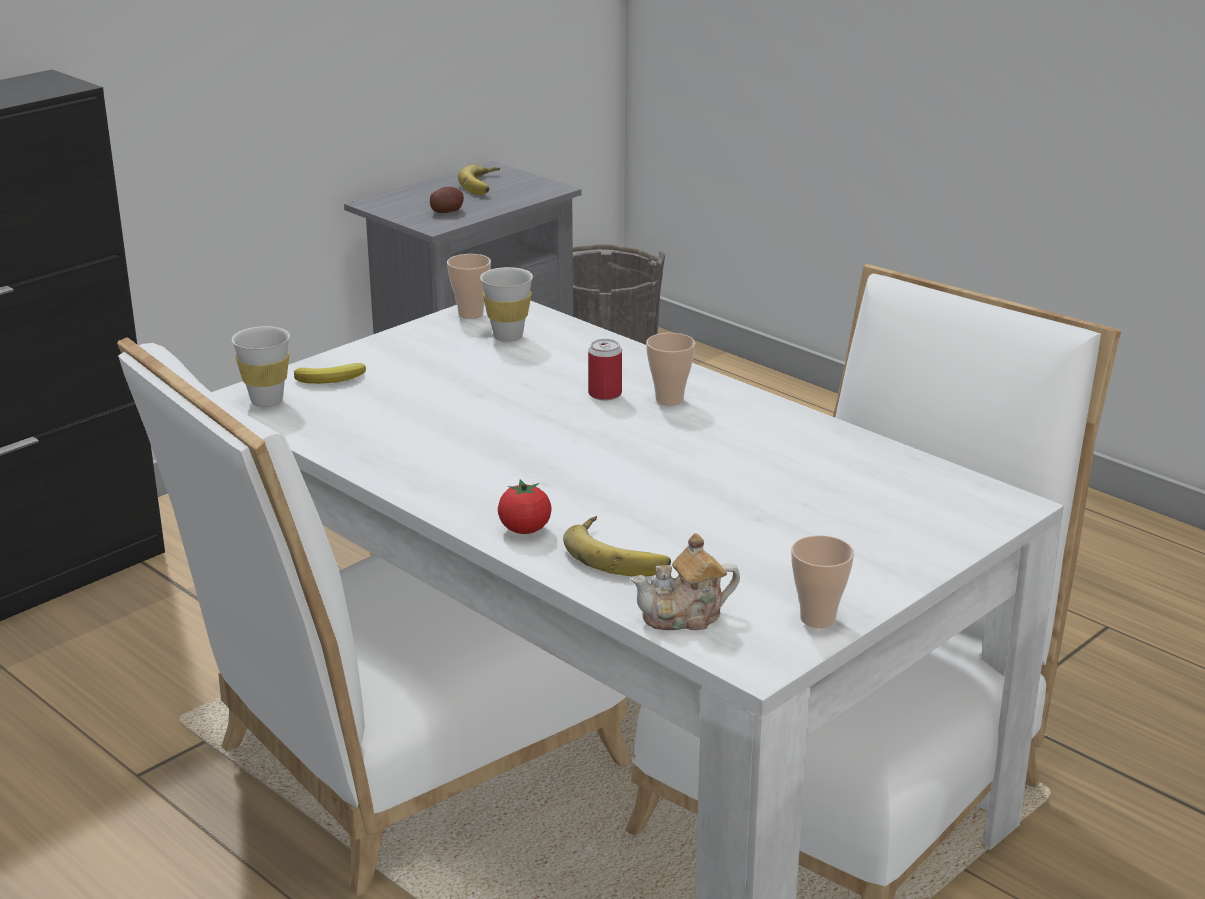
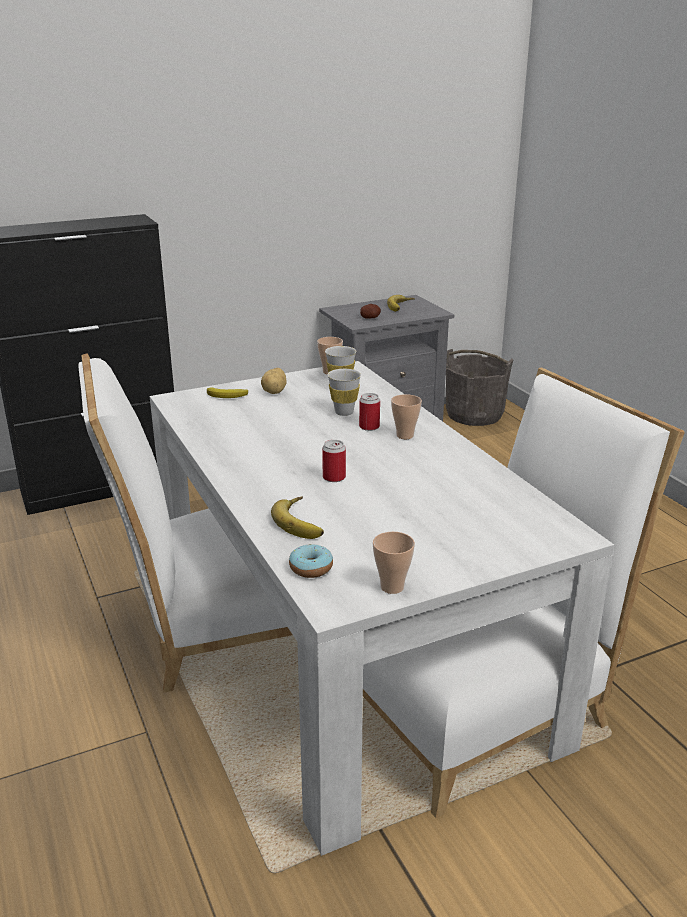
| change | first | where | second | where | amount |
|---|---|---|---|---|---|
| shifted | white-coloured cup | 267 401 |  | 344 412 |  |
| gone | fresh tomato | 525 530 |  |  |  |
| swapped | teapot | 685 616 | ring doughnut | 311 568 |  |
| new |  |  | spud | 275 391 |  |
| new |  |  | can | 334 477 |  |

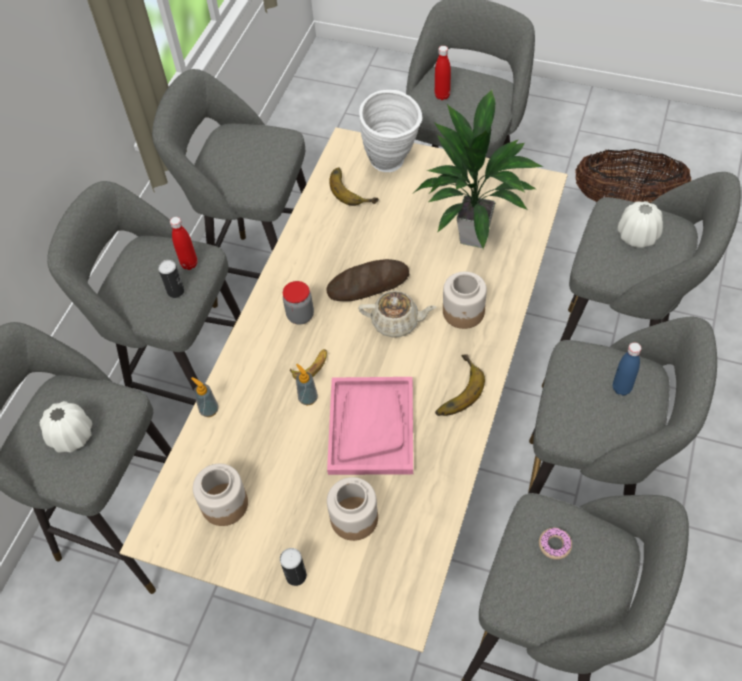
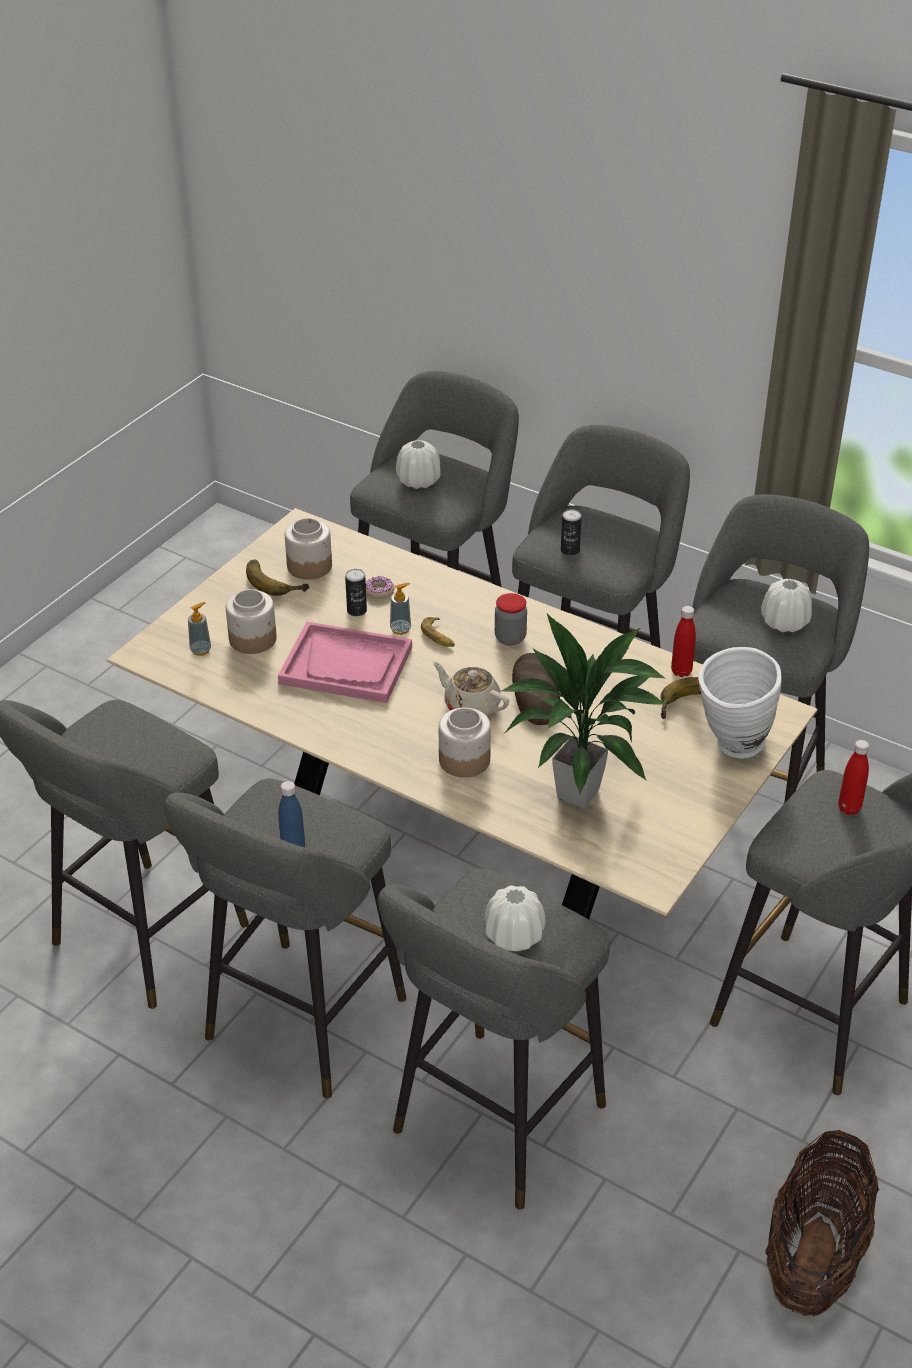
| change | first | where | second | where | amount |
|---|---|---|---|---|---|
| shifted | reddish bottle | 189 264 |  | 681 671 |  |
| rotated | beige teapot | 396 322 |  | 471 705 | 105 degrees clockwise |
| shifted | whole banana | 454 389 |  | 276 580 |  |
| shifted | liquid soap bottle | 209 410 |  | 200 650 |  |
| shifted | ring doughnut | 554 545 |  | 379 591 |  |
| shifted | can | 296 575 |  | 356 610 |  |
| new |  |  | white-coloured decorative vase | 784 623 |  |

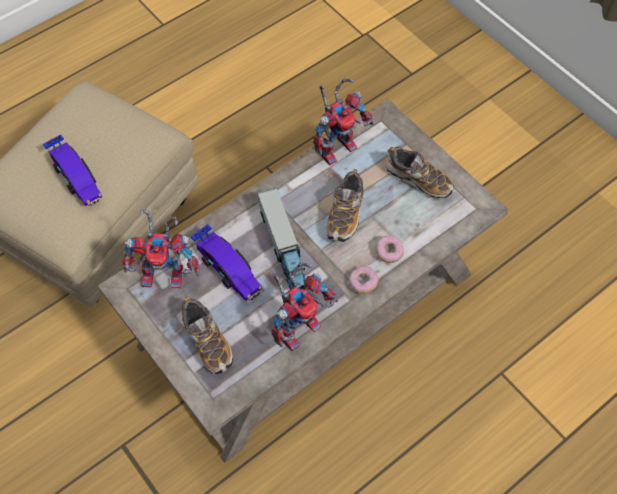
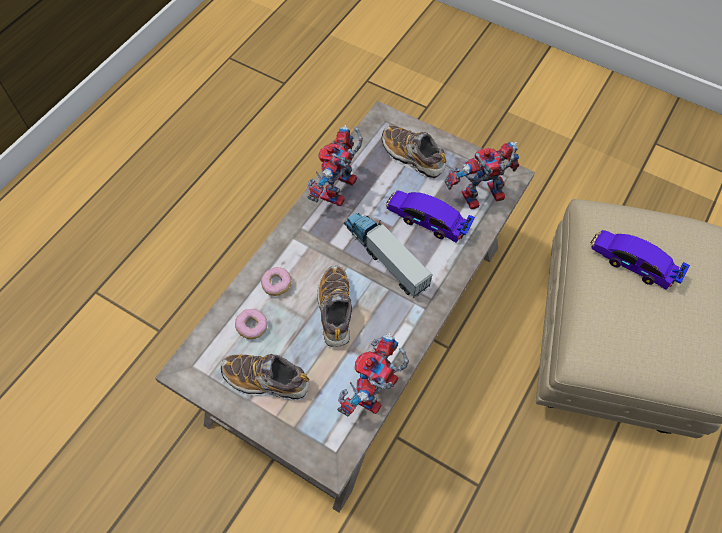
| change | first | where | second | where | amount |
|---|---|---|---|---|---|
| shifted | ring doughnut | 363 283 |  | 252 327 |  |

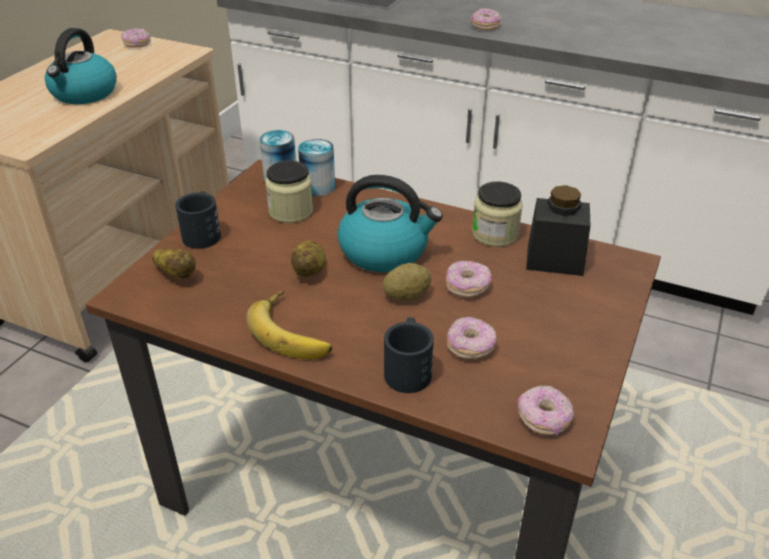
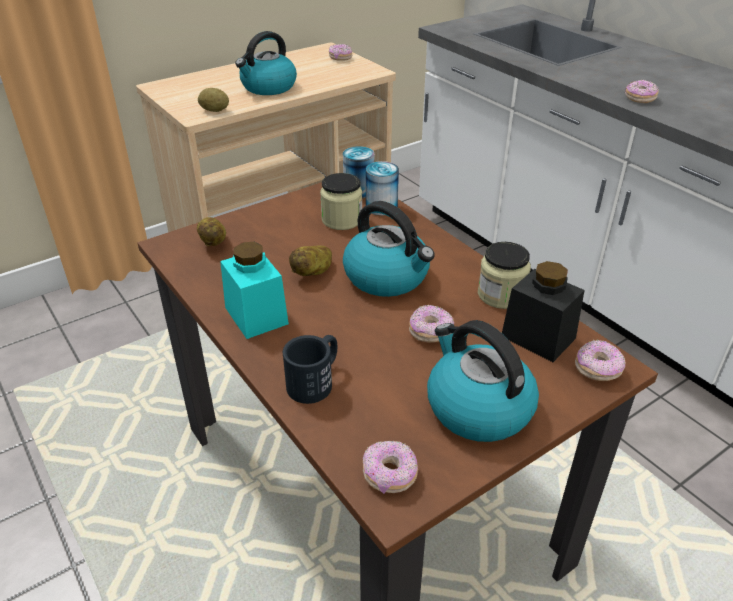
| change | first | where | second | where | amount |
|---|---|---|---|---|---|
| gone | black mug | 203 232 |  |  |  |
| shifted | spud | 406 296 |  | 214 110 |  |
| swapped | whole banana | 294 331 | blue-green preserve jar | 256 315 |  |
| shifted | ring doughnut | 470 347 |  | 598 369 |  |
| new |  |  | tea kettle | 477 407 |  |

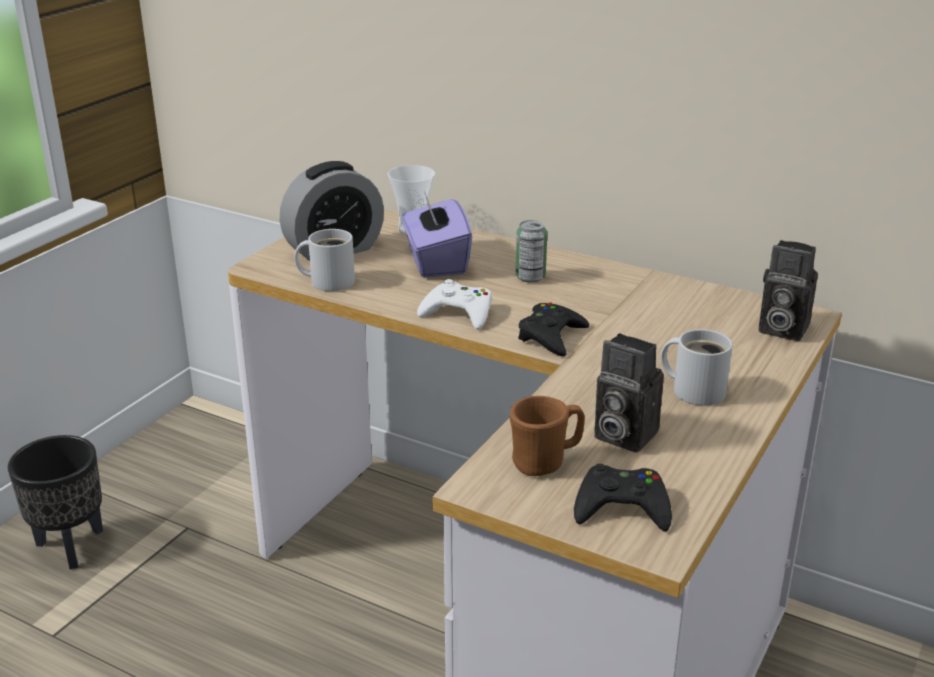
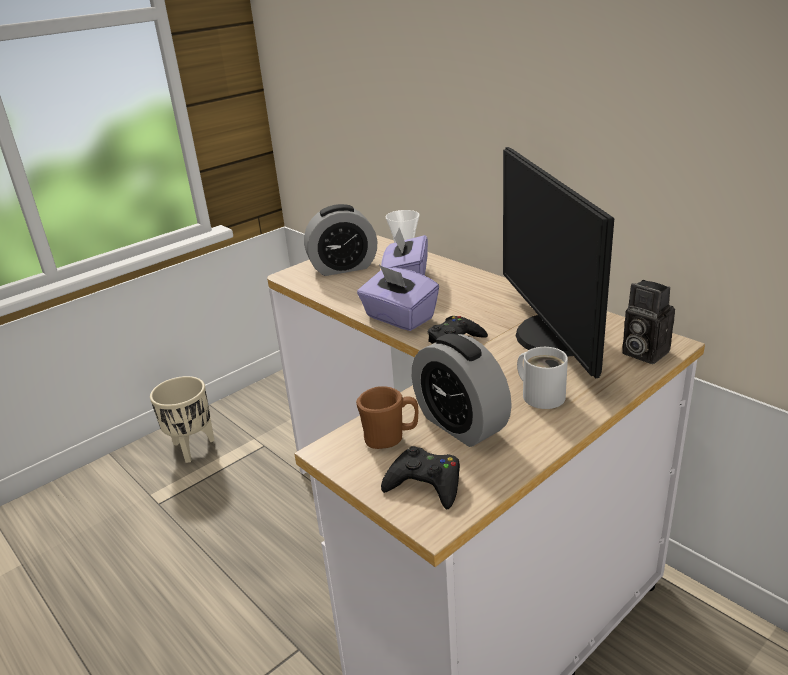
| change | first | where | second | where | amount |
|---|---|---|---|---|---|
| gone | can | 530 277 |  |  |  |
| gone | white-coloured mug | 328 281 |  |  |  |
| swapped | white-coloured joypad | 458 313 | purplish box of tissues | 399 318 |  |
| swapped | still camera | 621 435 | table clock | 460 424 |  |
| repainted | black planter | 72 546 | beige planter | 193 448 |  |
| new |  |  | computer display | 553 336 |  |

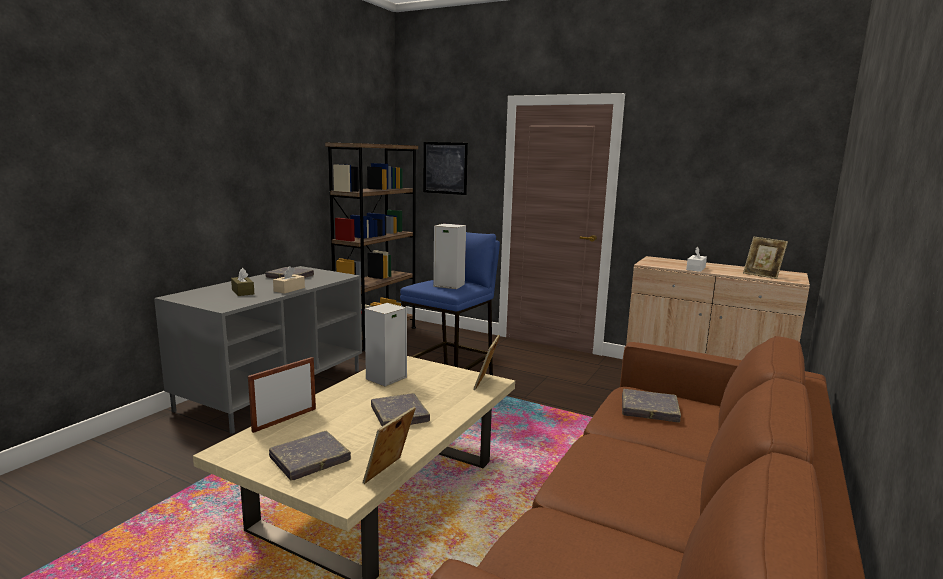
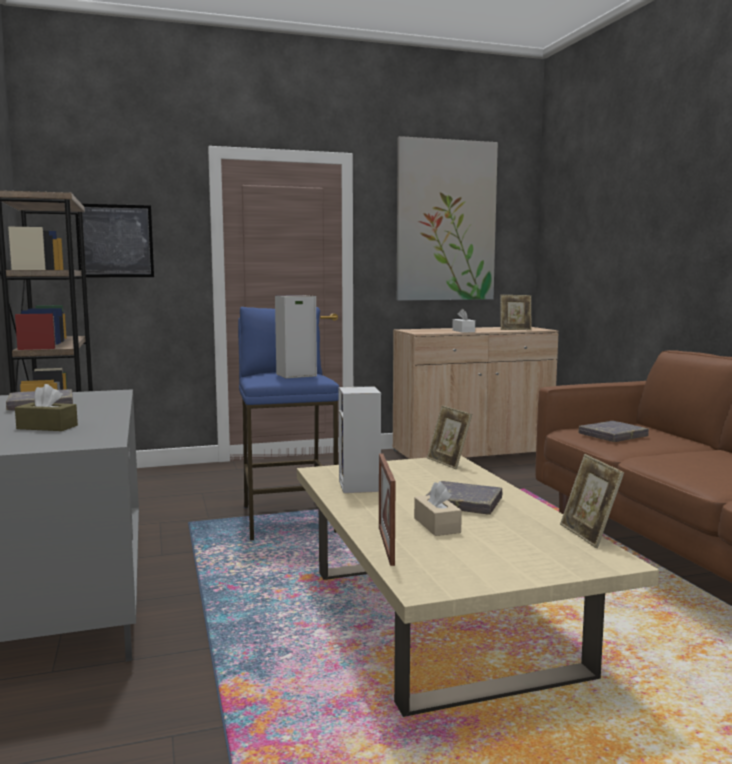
| change | first | where | second | where | amount |
|---|---|---|---|---|---|
| shifted | beige box of tissues | 289 289 |  | 437 525 |  |
| gone | greyish bound book | 310 459 |  |  |  |
| new |  |  | wall art | 446 221 |  |

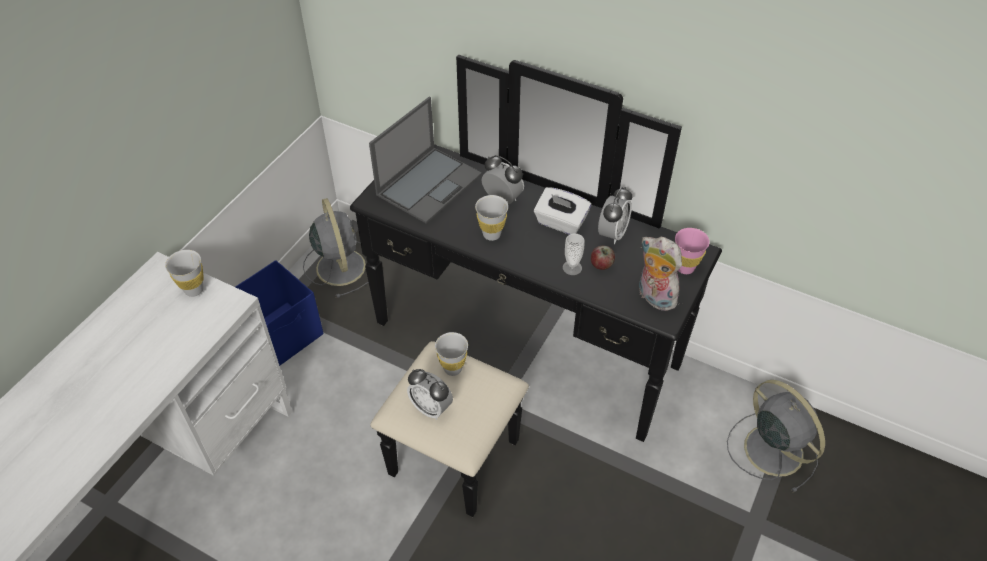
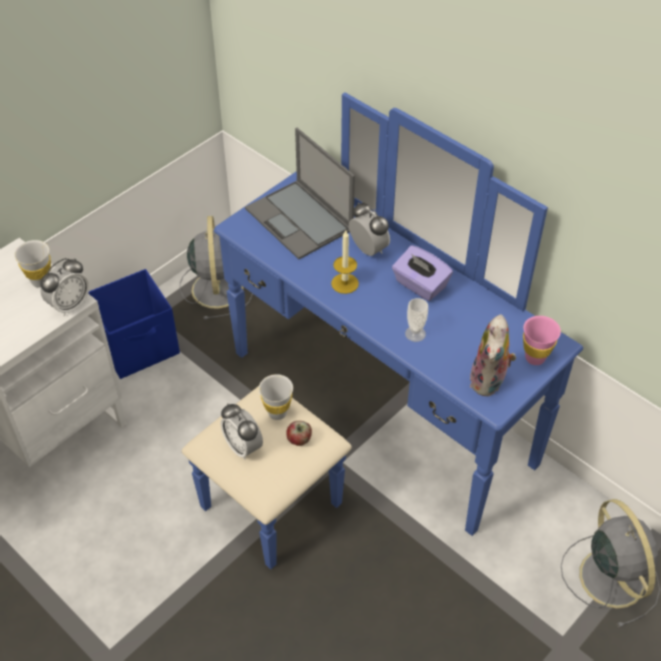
| change | first | where | second | where | amount |
|---|---|---|---|---|---|
| repainted | black chest of drawers | 511 368 | blue-coloured chest of drawers | 358 429 |  |
| rotated | laptop | 429 184 |  | 300 220 | 90 degrees clockwise |
| repainted | white-coloured box of tissues | 560 223 | purplish box of tissues | 420 285 |  |
| shifted | table clock | 612 233 |  | 70 305 |  |
| swapped | white-coloured cup | 491 234 | wax candle | 344 283 |  |
| rotated | soft toy | 653 297 |  | 489 382 | 135 degrees counterclockwise |
| shifted | apple | 601 265 |  | 299 440 |  |

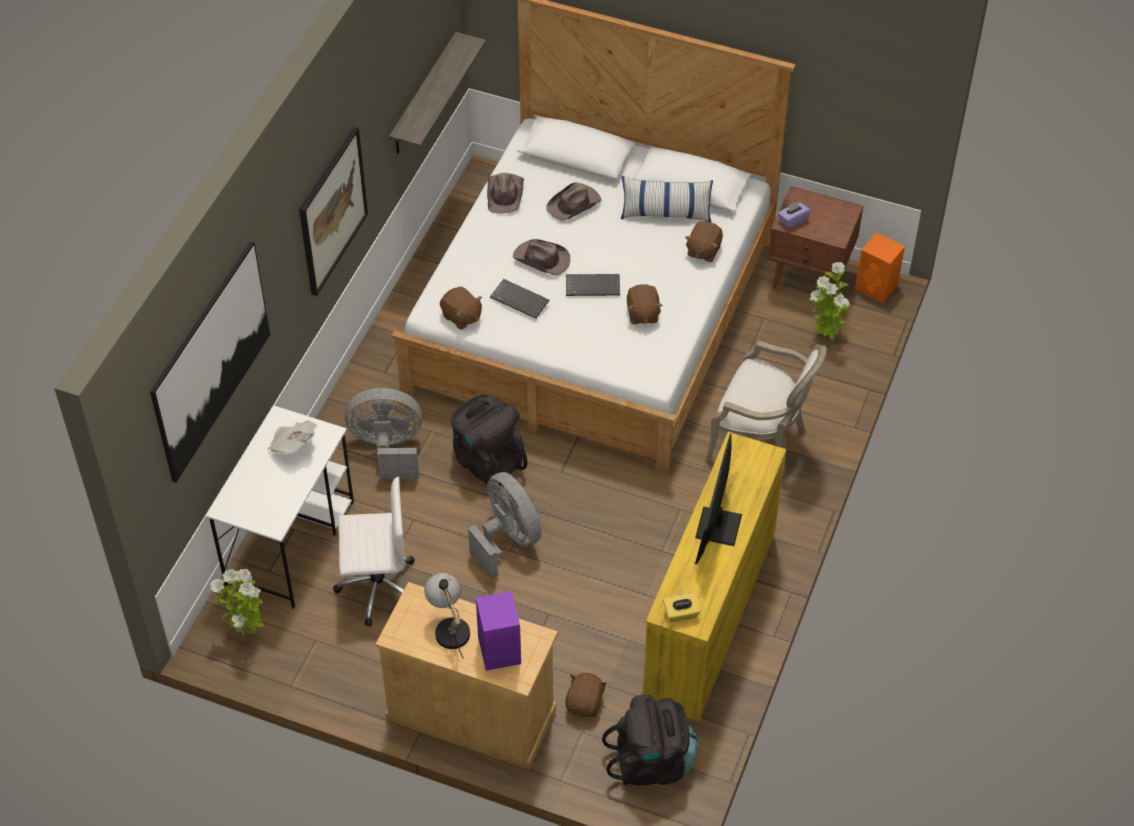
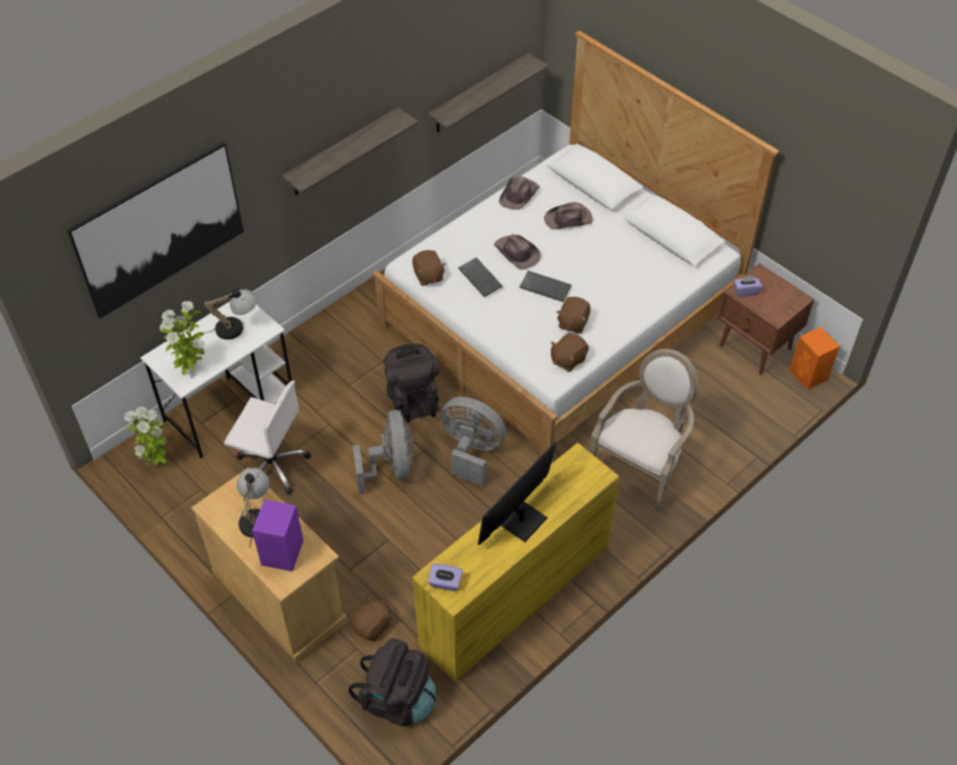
| change | first | where | second | where | amount |
|---|---|---|---|---|---|
| swapped | wall art | 332 211 | wall shelf | 342 152 |  |
| gone | cushion | 666 213 |  |  |  |
| shifted | brown-coloured soft toy | 703 250 |  | 568 359 |  |
| shifted | plant in a pot | 826 335 |  | 191 369 |  |
| rotated | lounge chair | 762 441 |  | 641 466 | 105 degrees counterclockwise |
| shifted | greyish electric fan | 388 448 |  | 471 451 |  |
| swapped | printed paper | 293 445 | table lamp | 237 328 |  |
| repainted | yellowish box of tissues | 681 613 | purplish box of tissues | 445 583 |  |

